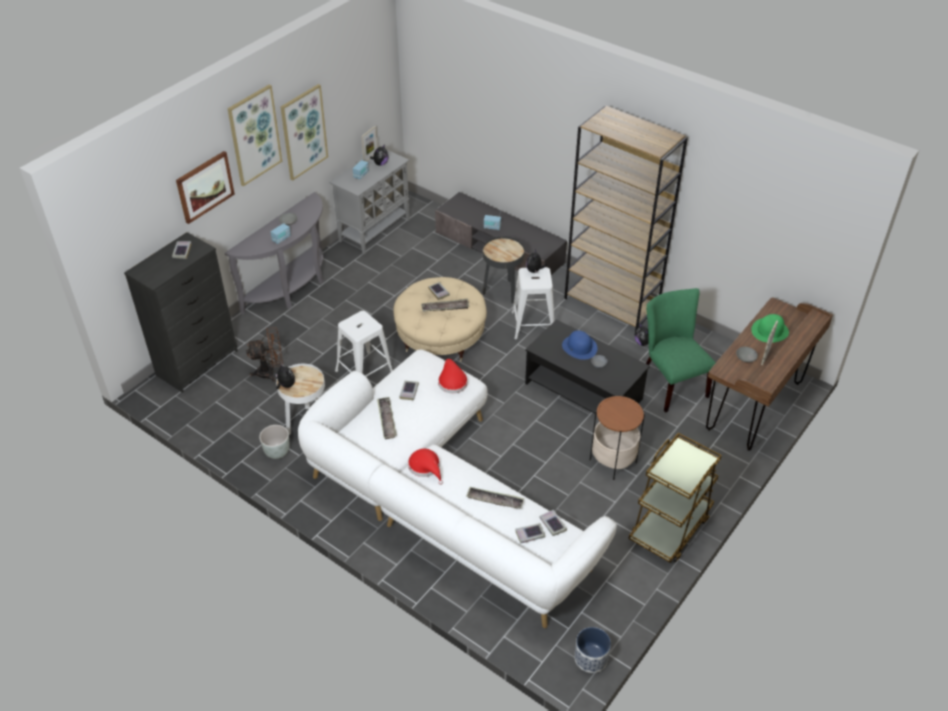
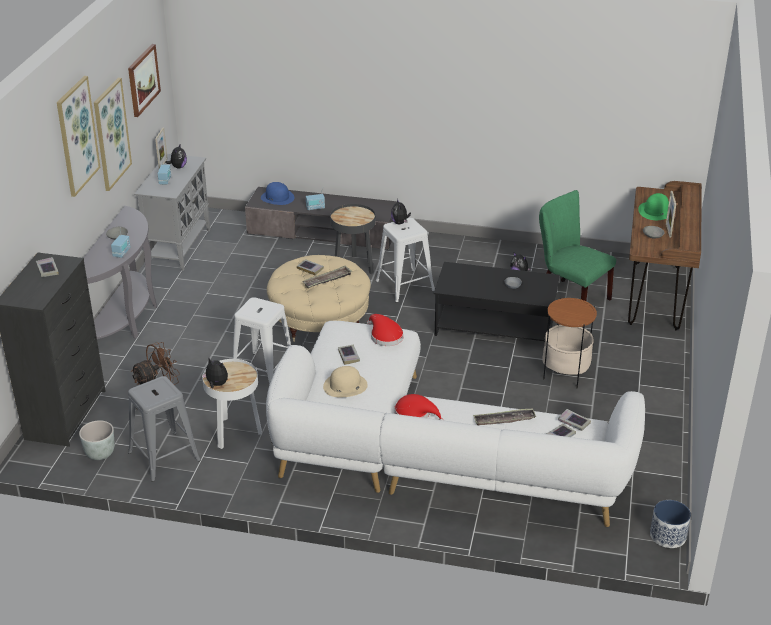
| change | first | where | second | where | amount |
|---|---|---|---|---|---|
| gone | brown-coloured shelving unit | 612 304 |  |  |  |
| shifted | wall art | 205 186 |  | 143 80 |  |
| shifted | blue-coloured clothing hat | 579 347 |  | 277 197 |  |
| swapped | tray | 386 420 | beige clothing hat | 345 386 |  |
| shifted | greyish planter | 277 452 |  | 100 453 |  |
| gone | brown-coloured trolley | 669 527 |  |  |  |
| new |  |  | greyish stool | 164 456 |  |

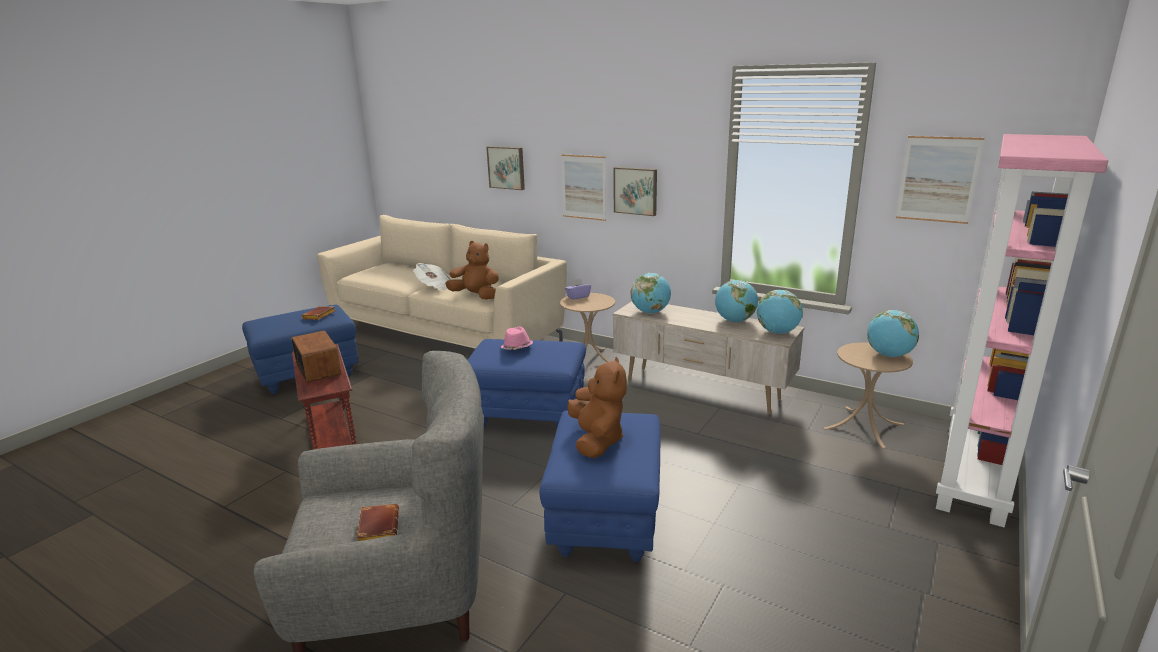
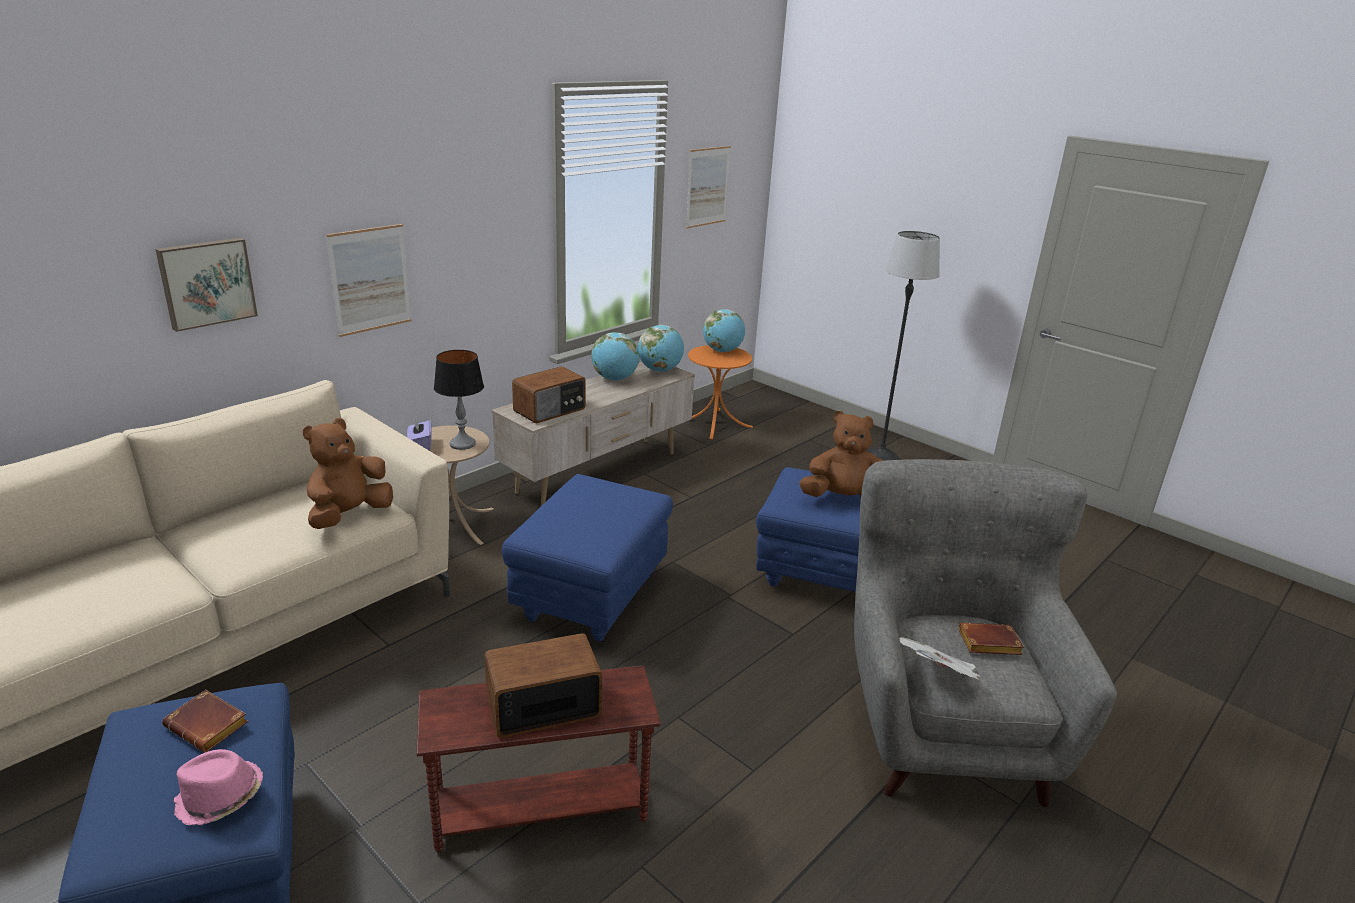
| change | first | where | second | where | amount |
|---|---|---|---|---|---|
| gone | pinkish shelving unit | 975 474 |  |  |  |
| gone | wall art | 636 190 |  |  |  |
| shifted | printed paper | 434 286 |  | 939 676 |  |
| swapped | globe | 650 312 | radio set | 550 410 |  |
| shifted | pinkish clothing hat | 517 348 |  | 219 798 |  |
| repainted | beige end table | 864 426 | orange end table | 715 423 |  |
| new |  |  | standard lamp | 881 457 |  |
| new |  |  | table lamp | 462 444 |  |

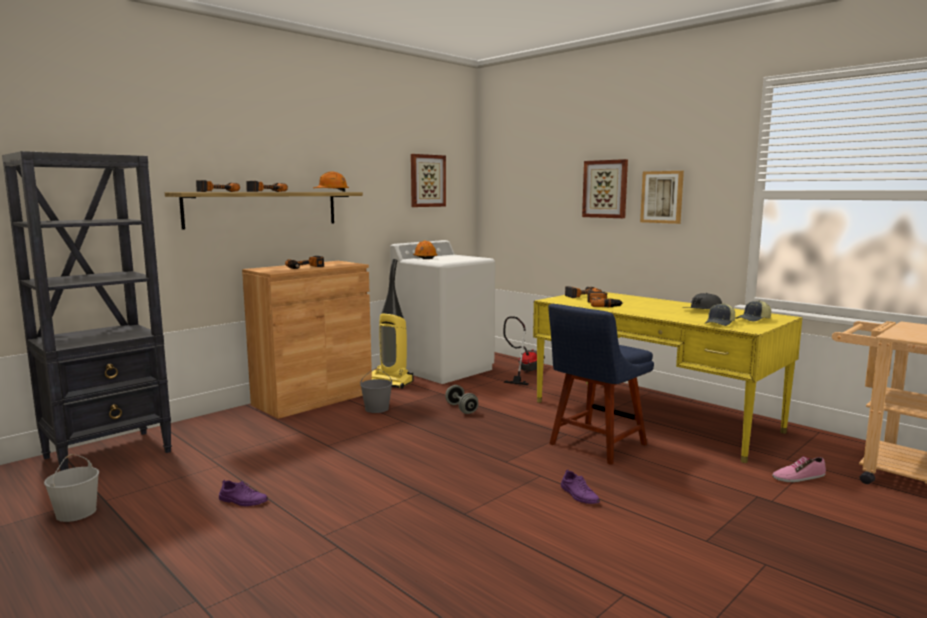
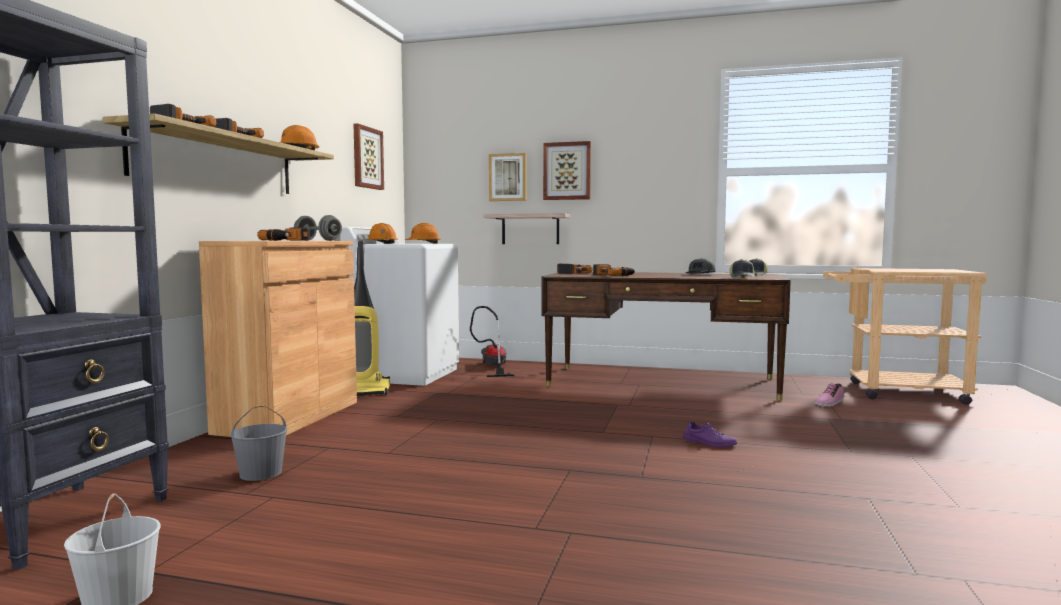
| change | first | where | second | where | amount |
|---|---|---|---|---|---|
| shifted | wall art | 662 197 |  | 508 177 |  |
| repainted | yellowish desk table | 652 416 | brown-coloured desk table | 661 382 |  |
| gone | blue-coloured upright chair | 595 445 |  |  |  |
| shifted | greyish pail | 377 408 |  | 261 473 |  |
| shifted | greyish dumbbell | 461 409 |  | 317 240 |  |
| gone | purplish item of footwear | 243 501 |  |  |  |
| new |  |  | wall shelf | 530 229 |  |
| new |  |  | orange hard hat | 423 243 |  |

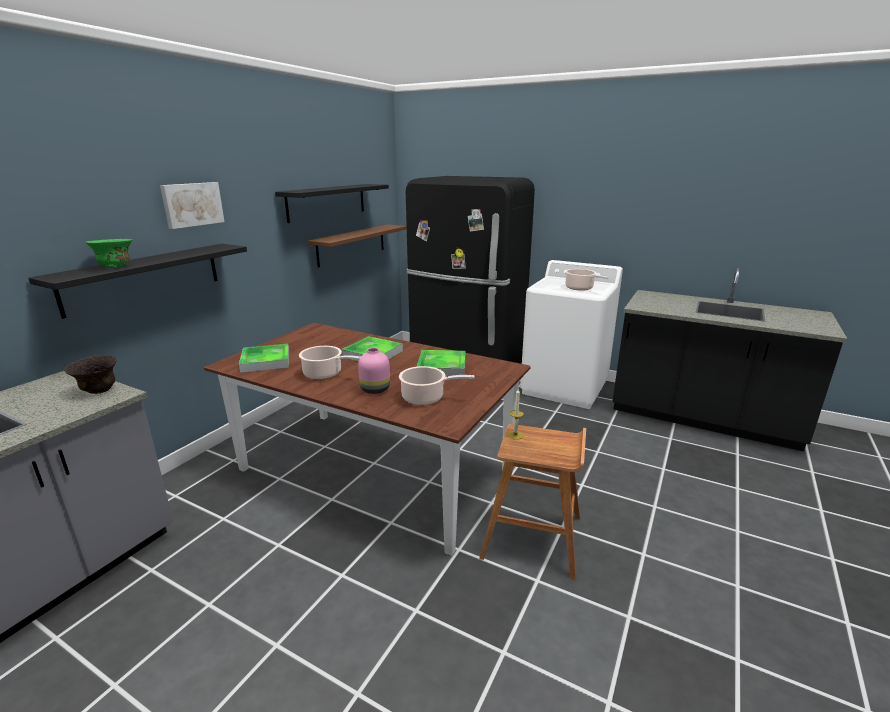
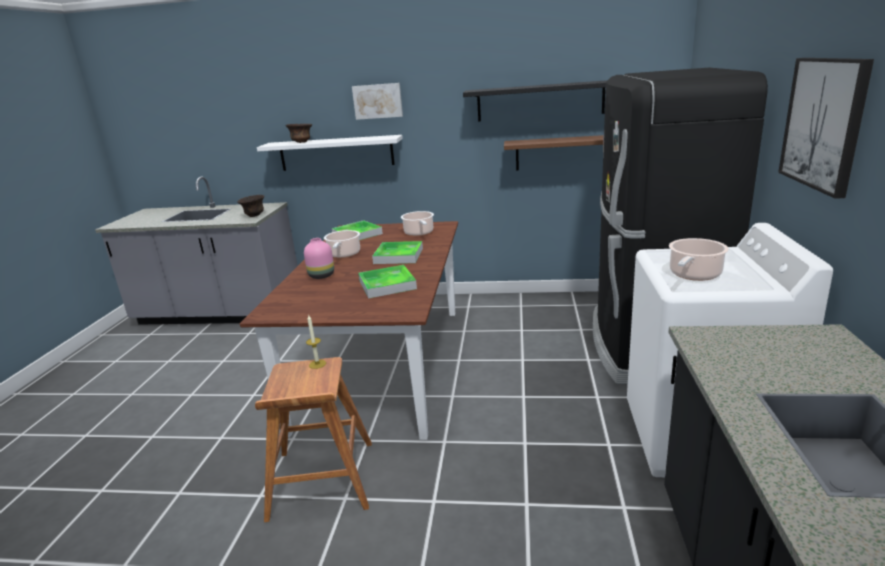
| change | first | where | second | where | amount |
|---|---|---|---|---|---|
| repainted | green-coloured serving bowl | 115 267 | brown-coloured serving bowl | 301 142 |  |
| repainted | black wall shelf | 144 277 | white-coloured wall shelf | 336 153 |  |
| shifted | saucepot | 426 398 |  | 419 233 |  |
| new |  |  | wall art | 824 123 |  |

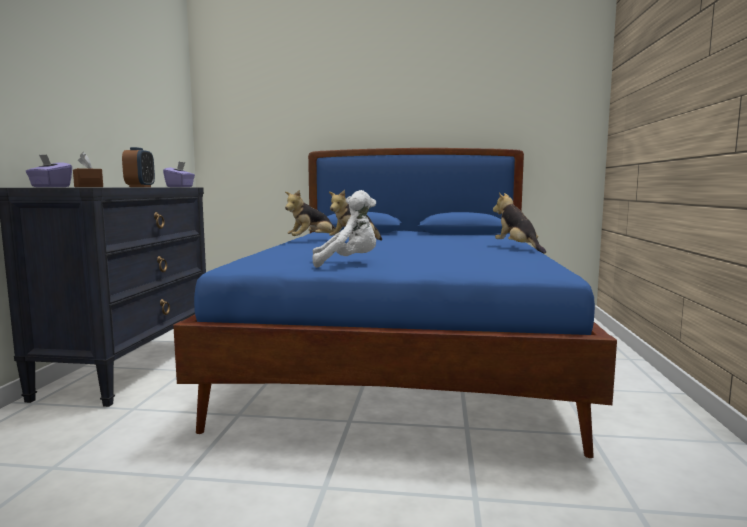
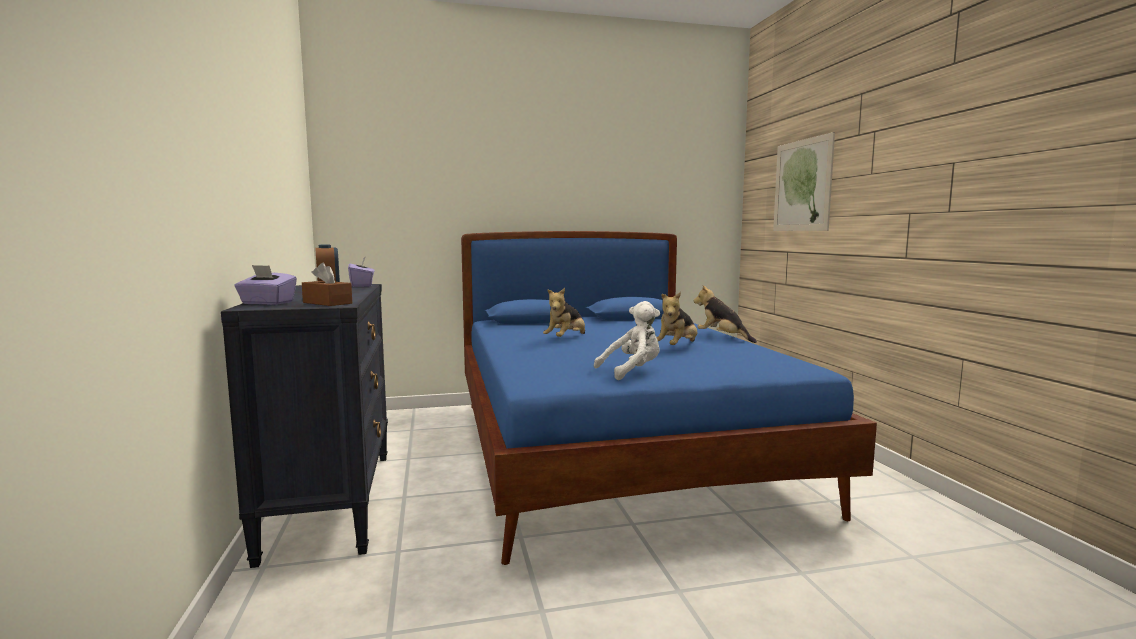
| change | first | where | second | where | amount |
|---|---|---|---|---|---|
| shifted | soft toy | 312 241 |  | 677 347 |  |
| new |  |  | wall art | 802 185 |  |

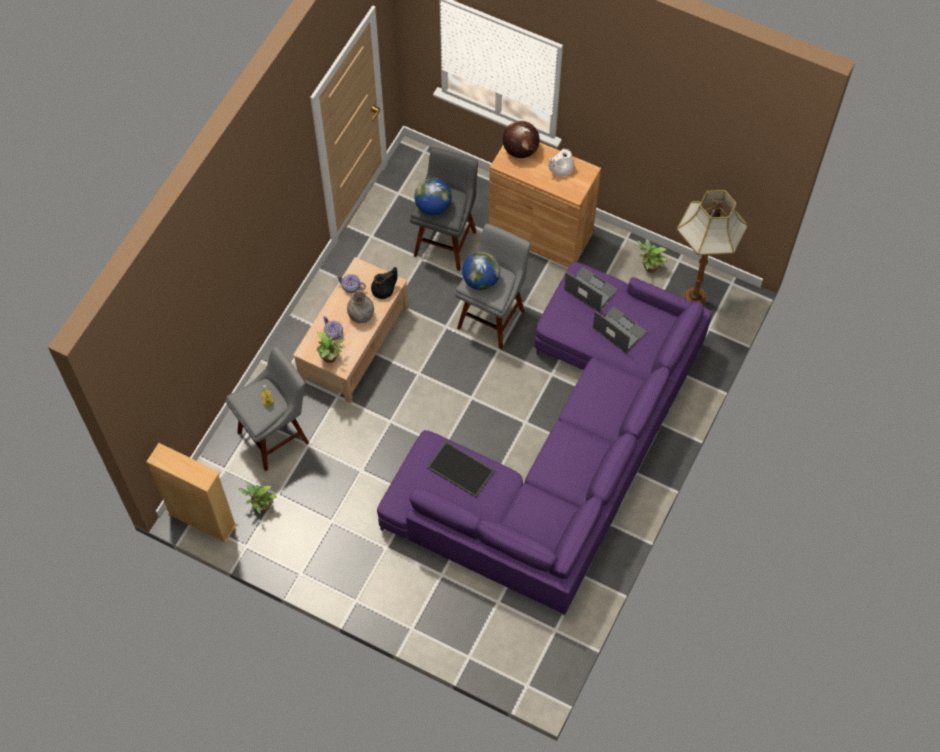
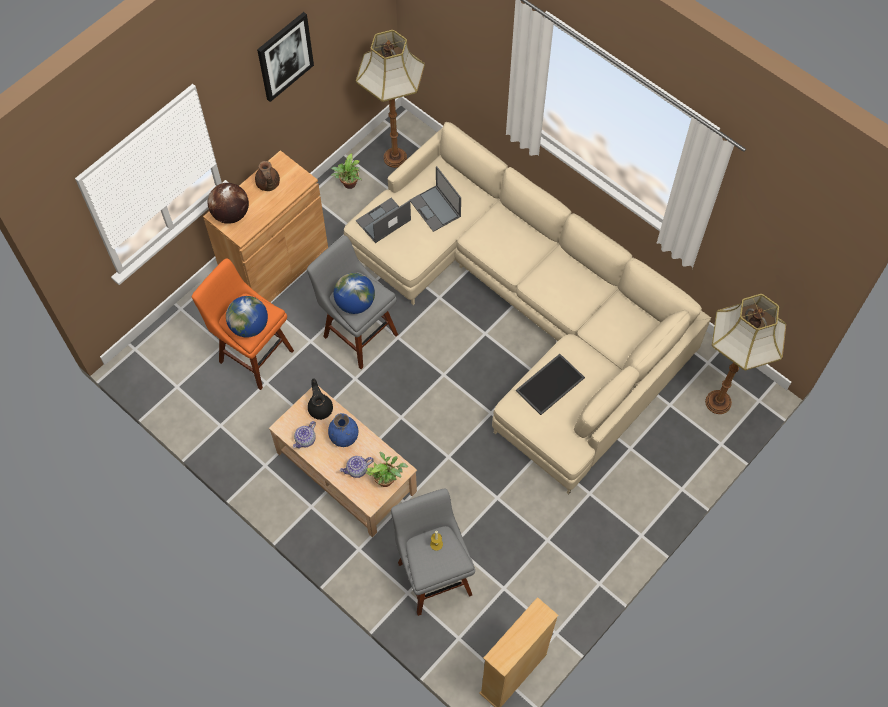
| change | first | where | second | where | amount |
|---|---|---|---|---|---|
| repainted | greyish stool | 446 240 | orange stool | 253 354 |  |
| repainted | white-coloured teapot | 561 169 | brown-coloured teapot | 268 184 |  |
| repainted | purplish settee | 560 453 | beige settee | 527 311 |  |
| repainted | greyish decorative vase | 361 315 | blue-coloured decorative vase | 344 437 |  |
| rotated | laptop | 619 329 |  | 435 209 | 90 degrees counterclockwise |
| gone | plant in a pot | 261 506 |  |  |  |
| new |  |  | wall art | 285 56 |  |
| new |  |  | standard lamp | 718 401 |  |

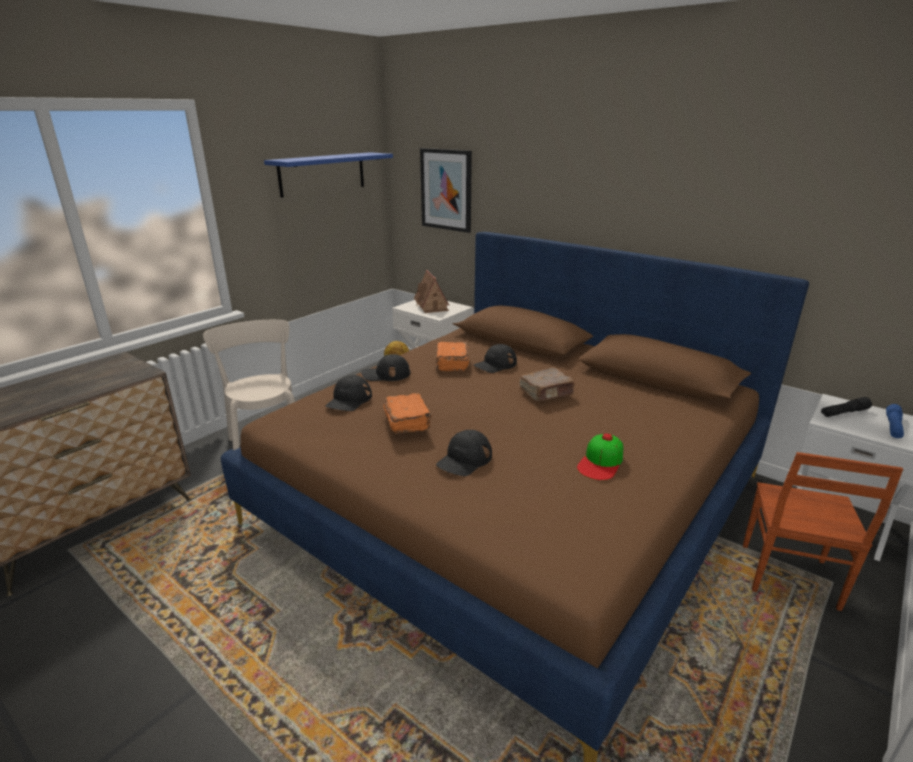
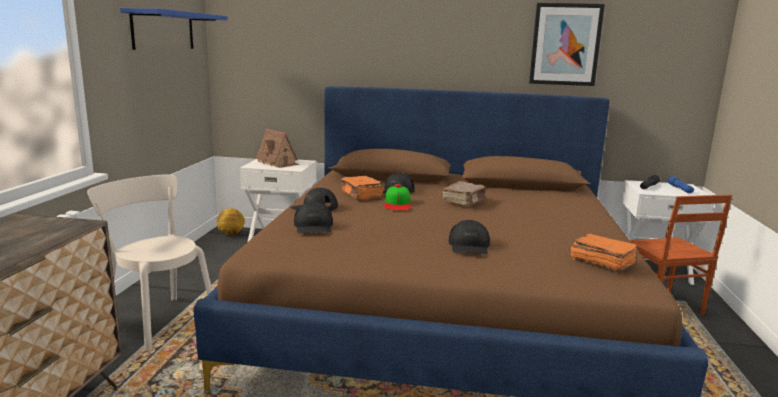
| change | first | where | second | where | amount |
|---|---|---|---|---|---|
| shifted | wall art | 446 190 |  | 565 44 |  |
| shifted | orange bound book | 407 422 |  | 601 262 |  |
| shifted | cap | 601 462 |  | 397 203 |  |

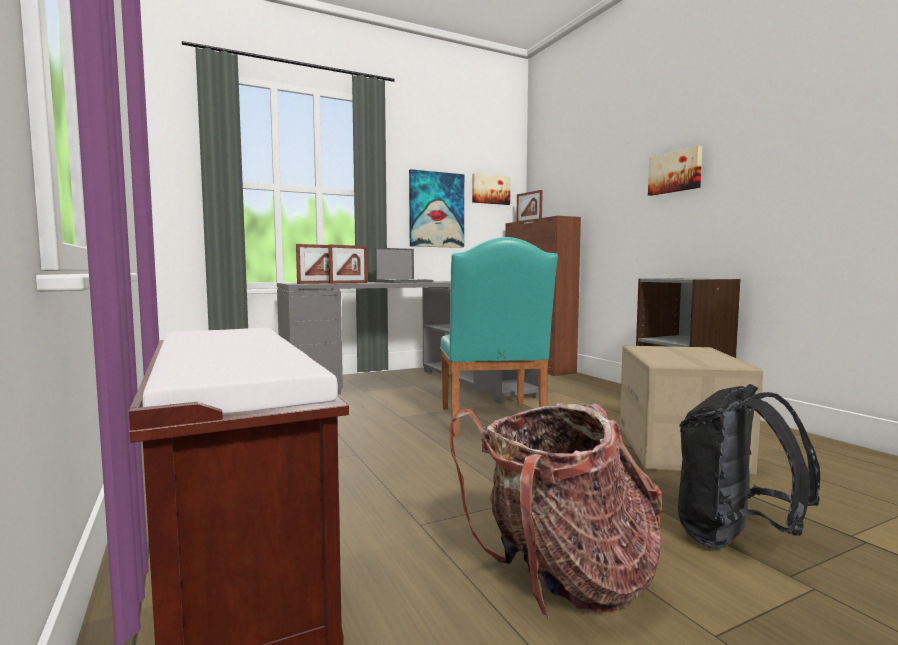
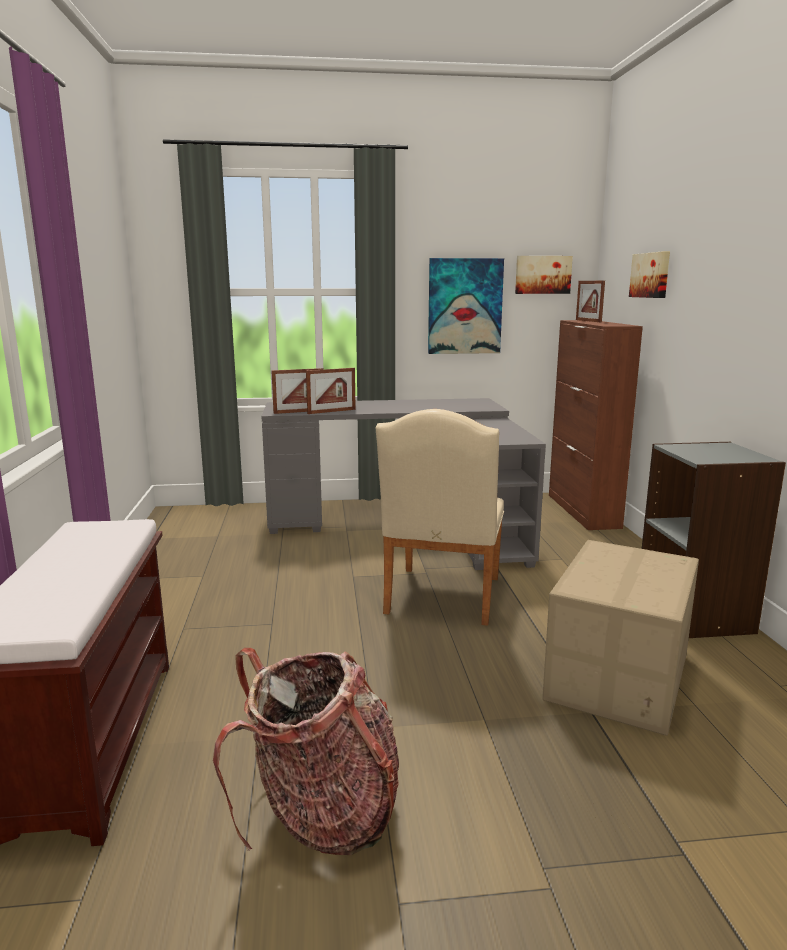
| change | first | where | second | where | amount |
|---|---|---|---|---|---|
| shifted | wall art | 675 172 |  | 651 275 |  |
| repainted | blue-green upright chair | 492 422 | beige upright chair | 441 599 |  |
| gone | laptop | 404 282 |  |  |  |
| gone | black knapsack | 734 540 |  |  |  |

